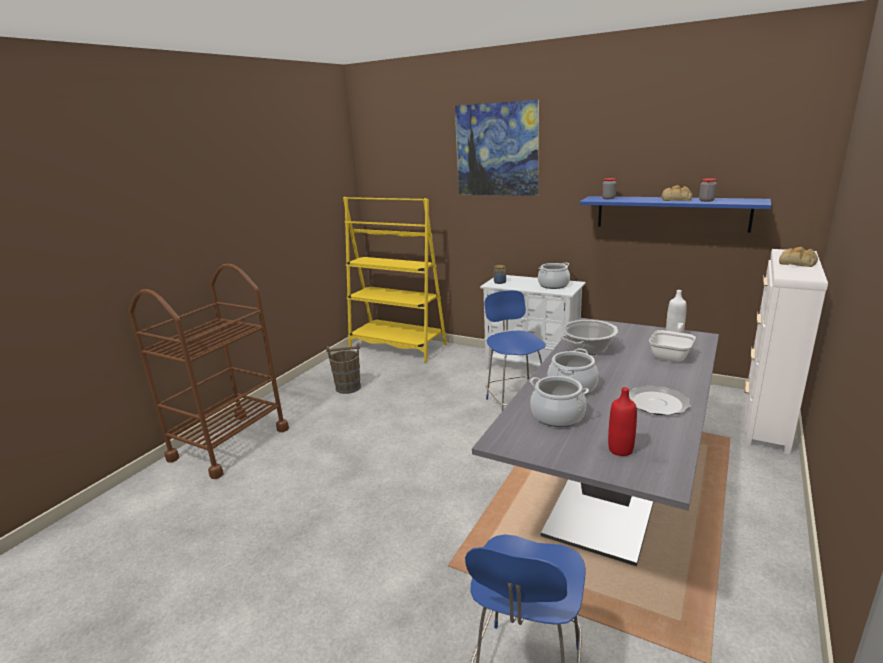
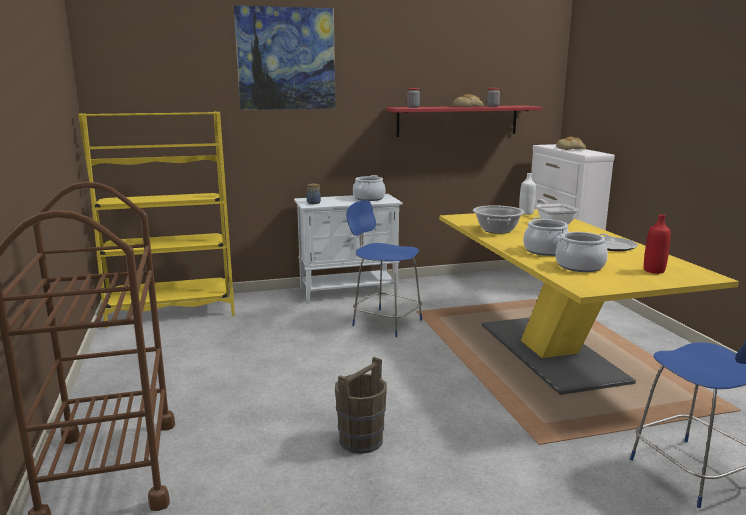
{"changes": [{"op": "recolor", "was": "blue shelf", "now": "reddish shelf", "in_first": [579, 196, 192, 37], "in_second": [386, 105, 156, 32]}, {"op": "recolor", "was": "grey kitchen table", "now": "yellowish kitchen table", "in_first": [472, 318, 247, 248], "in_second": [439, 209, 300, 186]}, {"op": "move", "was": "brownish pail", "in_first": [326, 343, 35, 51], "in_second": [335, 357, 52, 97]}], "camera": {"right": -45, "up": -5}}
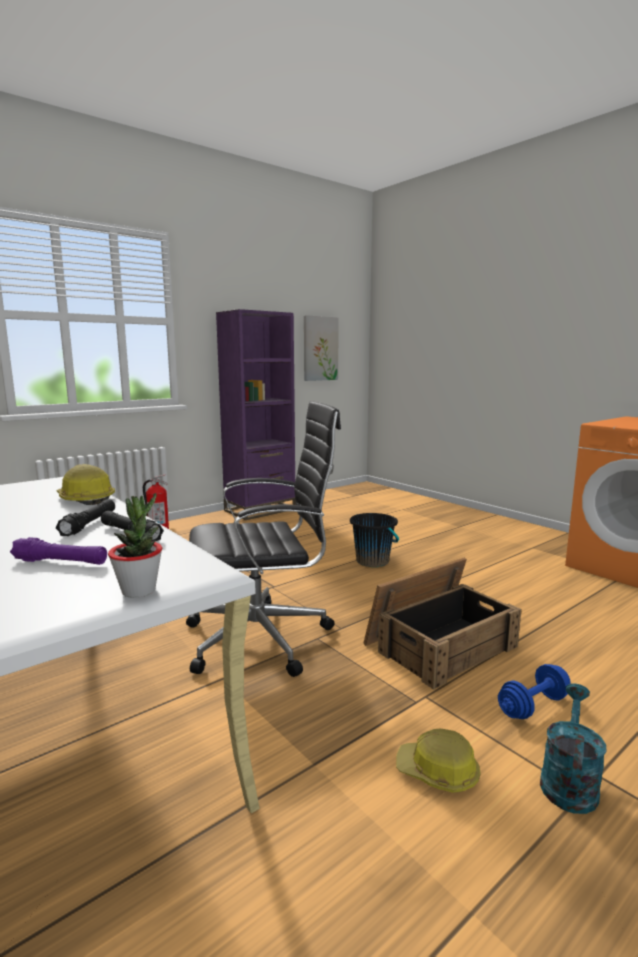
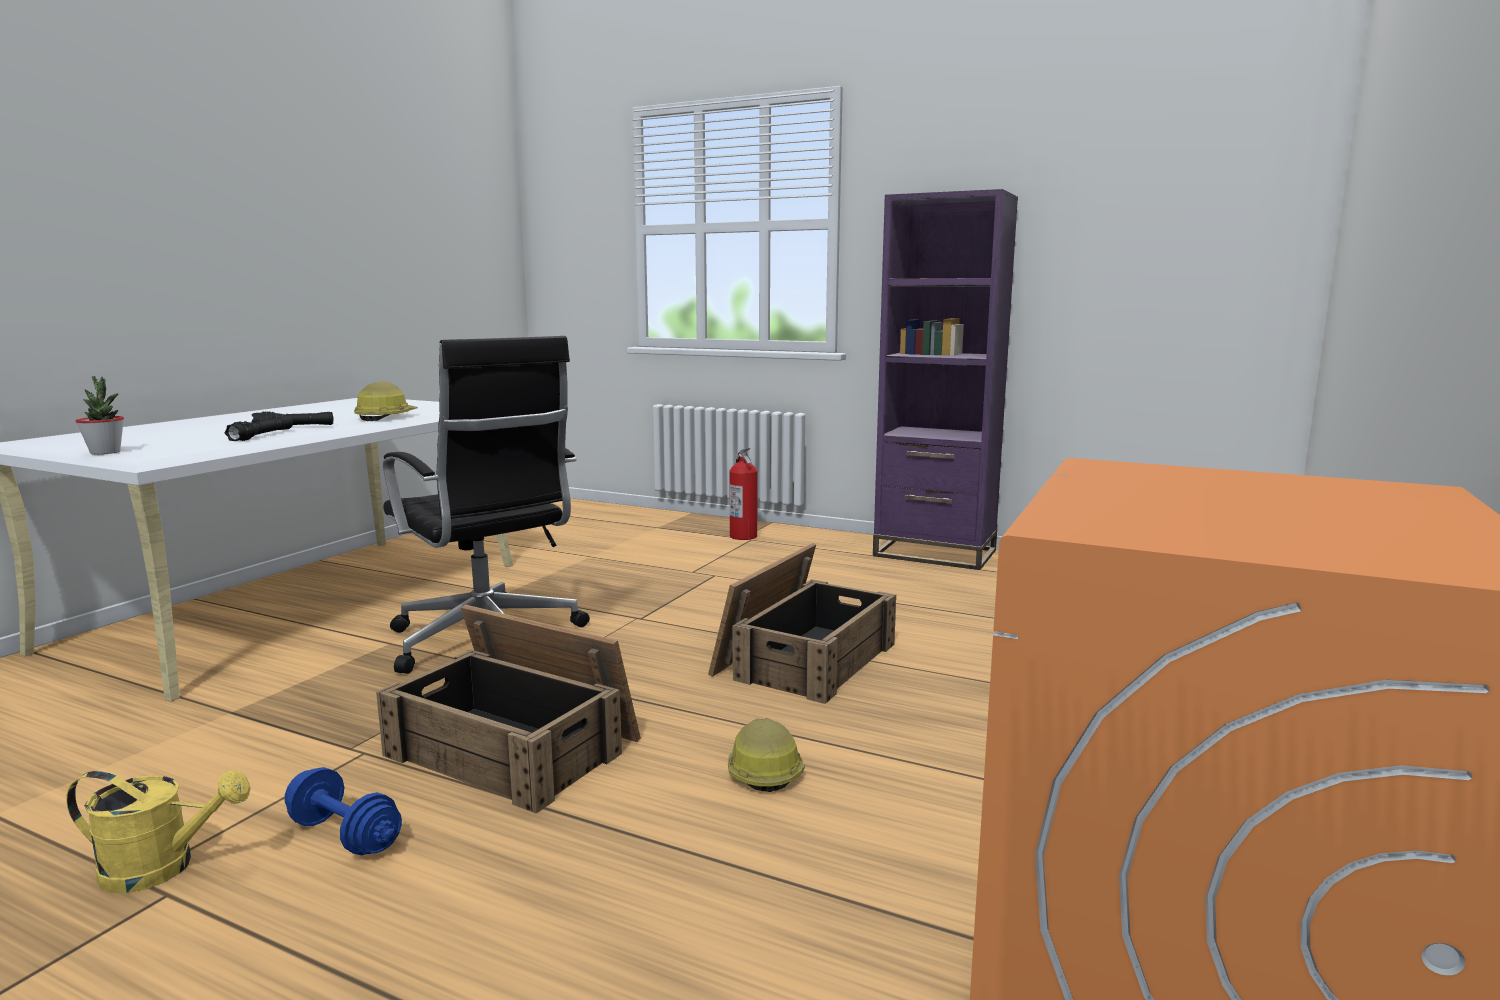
{"changes": [{"op": "delete", "was": "wall picture", "in_first": [304, 315, 35, 66]}, {"op": "replace", "was": "blackish pail", "now": "packing crate", "in_first": [350, 513, 49, 54], "in_second": [708, 543, 188, 161]}, {"op": "delete", "was": "purple hand torch", "in_first": [10, 537, 97, 28]}, {"op": "recolor", "was": "turquoise sprinkling can", "now": "yellowish sprinkling can", "in_first": [540, 683, 67, 131], "in_second": [66, 769, 185, 124]}, {"op": "move", "was": "safety helmet", "in_first": [396, 729, 85, 64], "in_second": [728, 718, 77, 74]}], "camera": {"right": 65, "up": 0}}
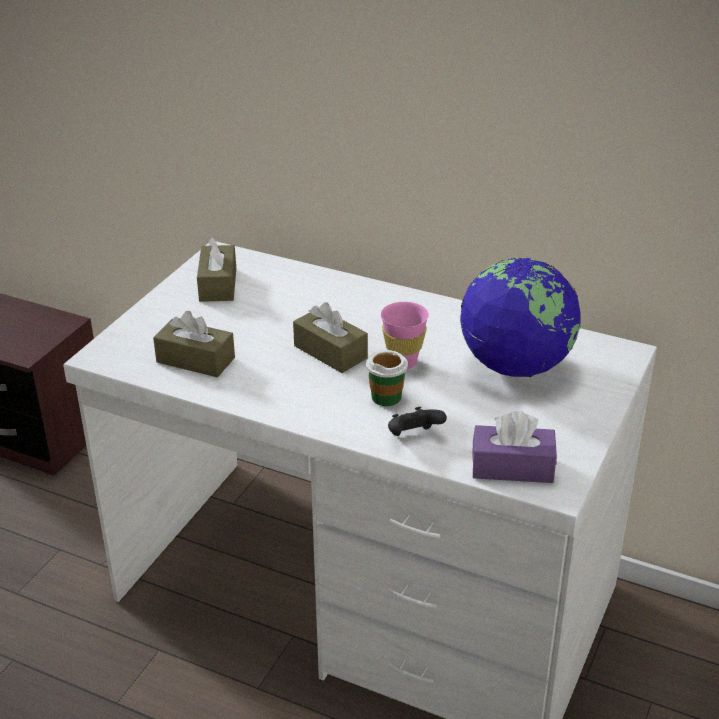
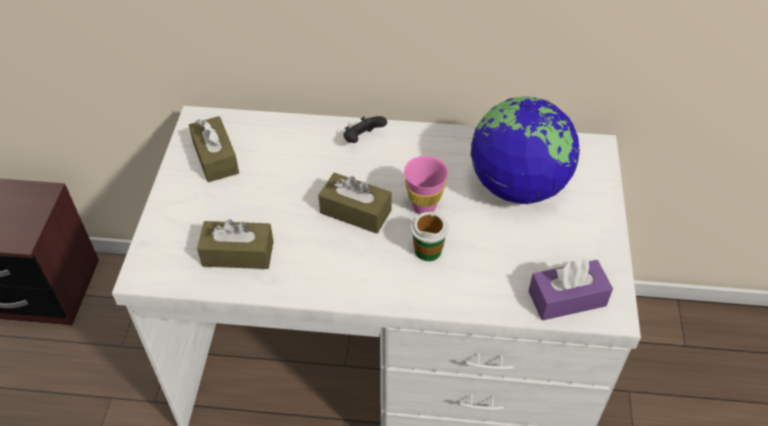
{"changes": [{"op": "move", "was": "blackish gamepad", "in_first": [388, 407, 59, 29], "in_second": [343, 116, 44, 27]}], "camera": {"right": -20, "up": 15}}
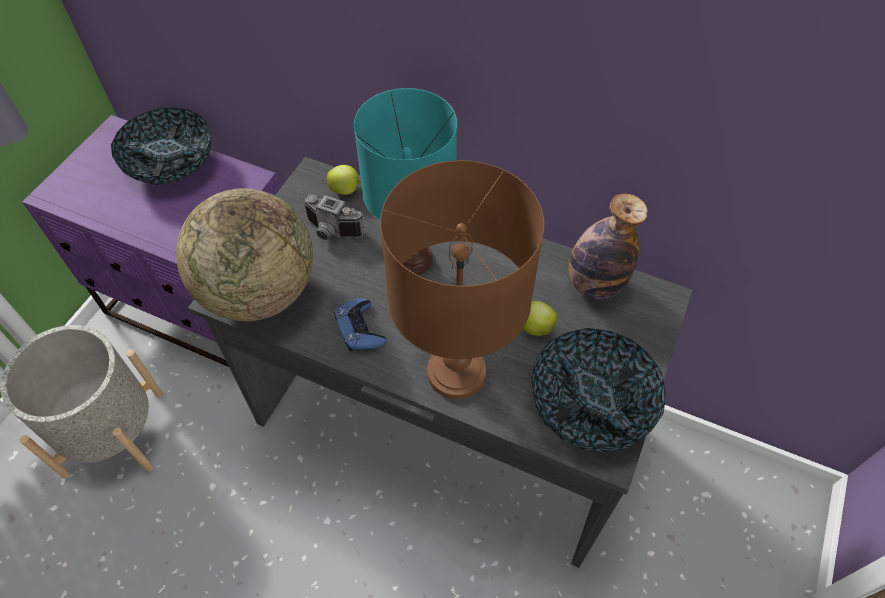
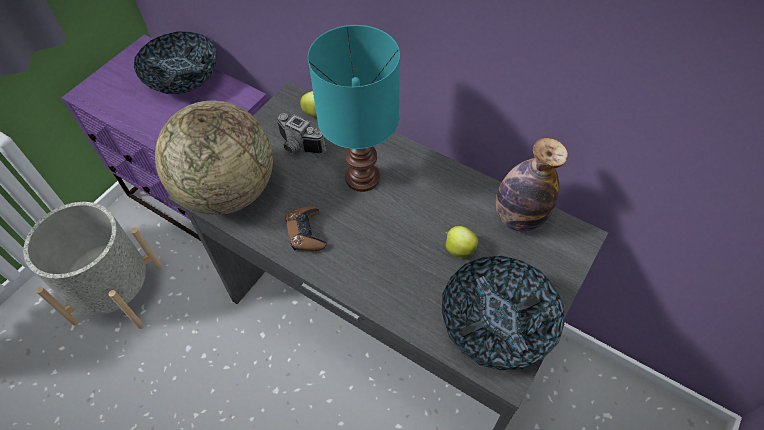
{"changes": [{"op": "delete", "was": "brownish table lamp", "in_first": [380, 160, 164, 239]}, {"op": "recolor", "was": "blue gamepad", "now": "brownish gamepad", "in_first": [334, 298, 53, 53], "in_second": [285, 206, 42, 45]}], "camera": {"right": 10, "up": 0}}
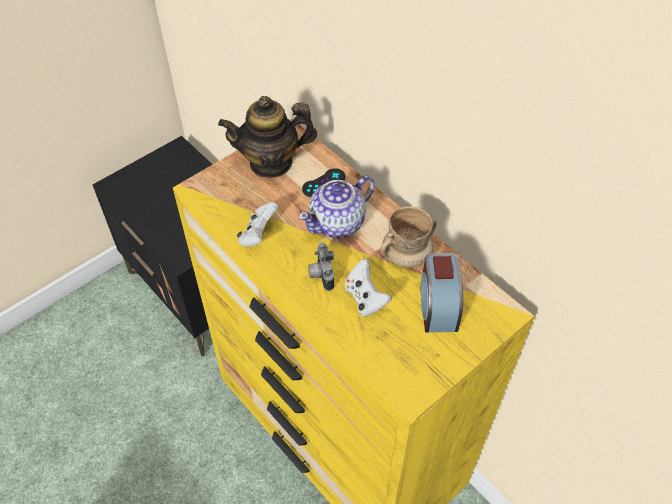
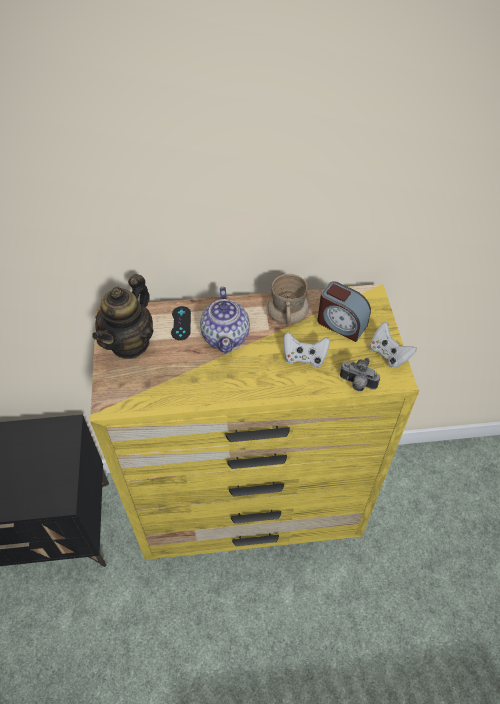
{"changes": [{"op": "move", "was": "white gamepad", "in_first": [237, 202, 41, 45], "in_second": [370, 322, 47, 46]}, {"op": "move", "was": "still camera", "in_first": [308, 242, 26, 49], "in_second": [340, 358, 40, 33]}], "camera": {"right": -55, "up": 0}}
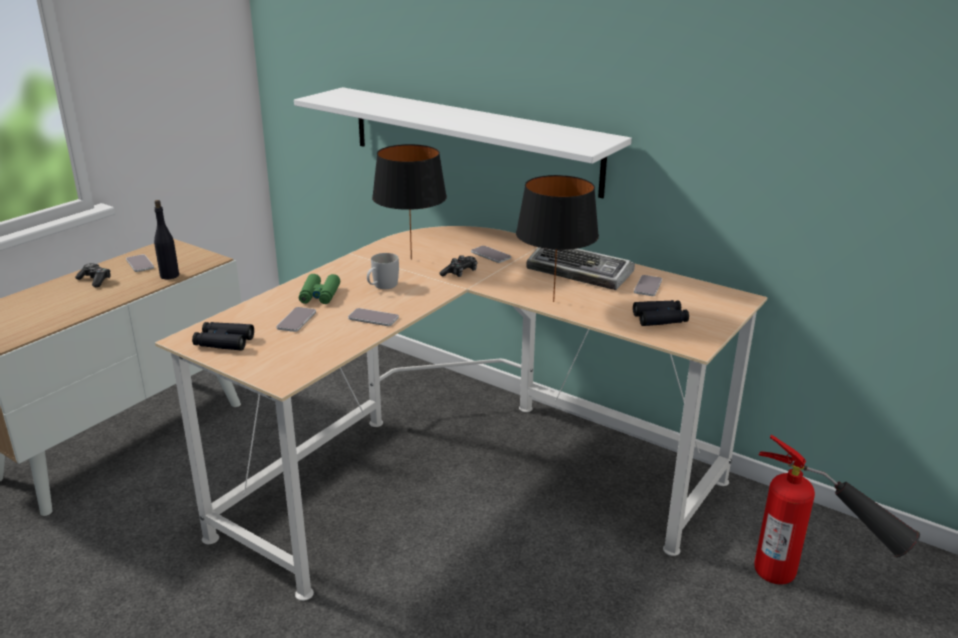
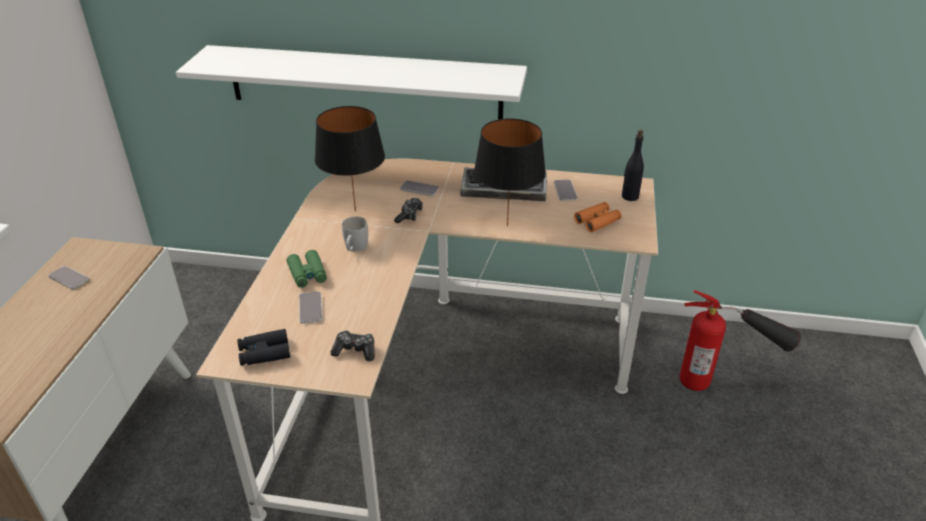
{"changes": [{"op": "move", "was": "blackish bottle", "in_first": [154, 200, 25, 79], "in_second": [622, 130, 22, 71]}, {"op": "move", "was": "gamepad", "in_first": [75, 263, 36, 24], "in_second": [331, 330, 44, 31]}, {"op": "recolor", "was": "blackish binoculars", "now": "orange binoculars", "in_first": [633, 300, 56, 26], "in_second": [574, 202, 47, 30]}, {"op": "delete", "was": "phone", "in_first": [348, 308, 51, 18]}], "camera": {"right": -25, "up": 10}}
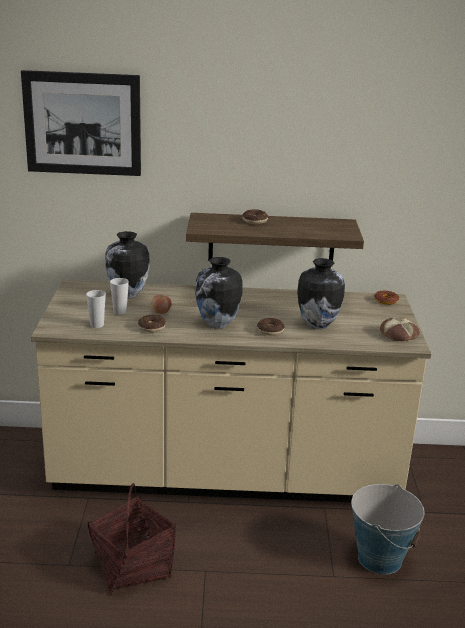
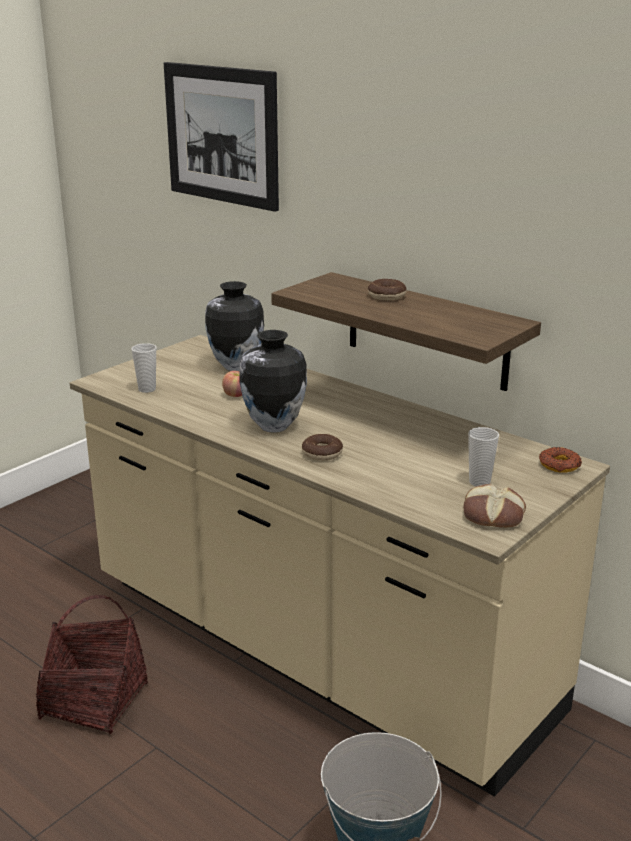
{"changes": [{"op": "delete", "was": "flower vase", "in_first": [297, 258, 48, 71]}, {"op": "move", "was": "small cup", "in_first": [110, 278, 19, 37], "in_second": [468, 427, 31, 59]}, {"op": "delete", "was": "ring doughnut", "in_first": [138, 315, 28, 18]}], "camera": {"right": 40, "up": 0}}
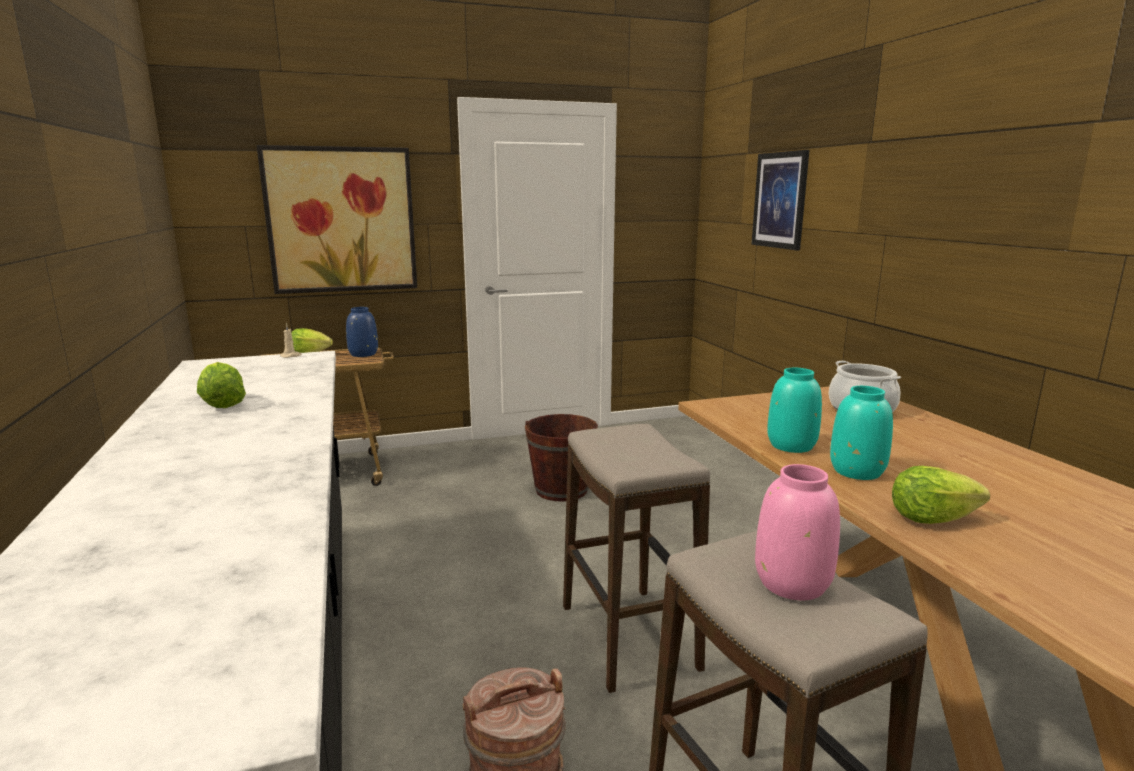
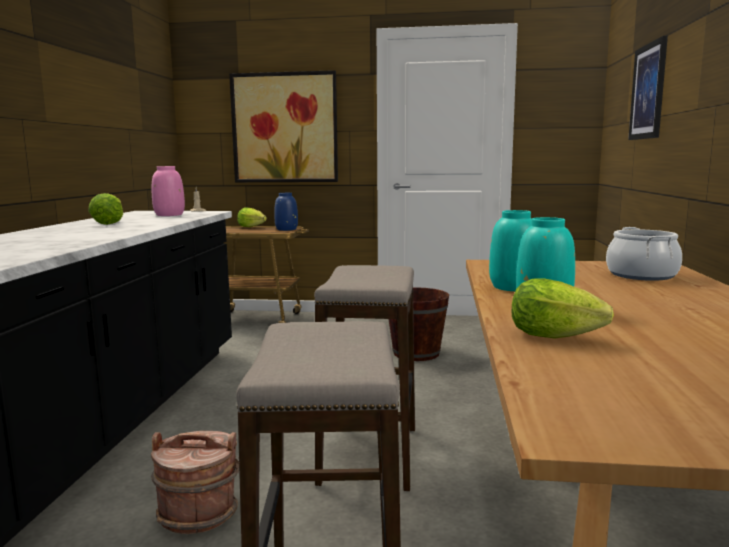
{"changes": [{"op": "move", "was": "pinkish flower vase", "in_first": [755, 464, 85, 136], "in_second": [152, 166, 33, 50]}], "camera": {"right": 25, "up": -5}}
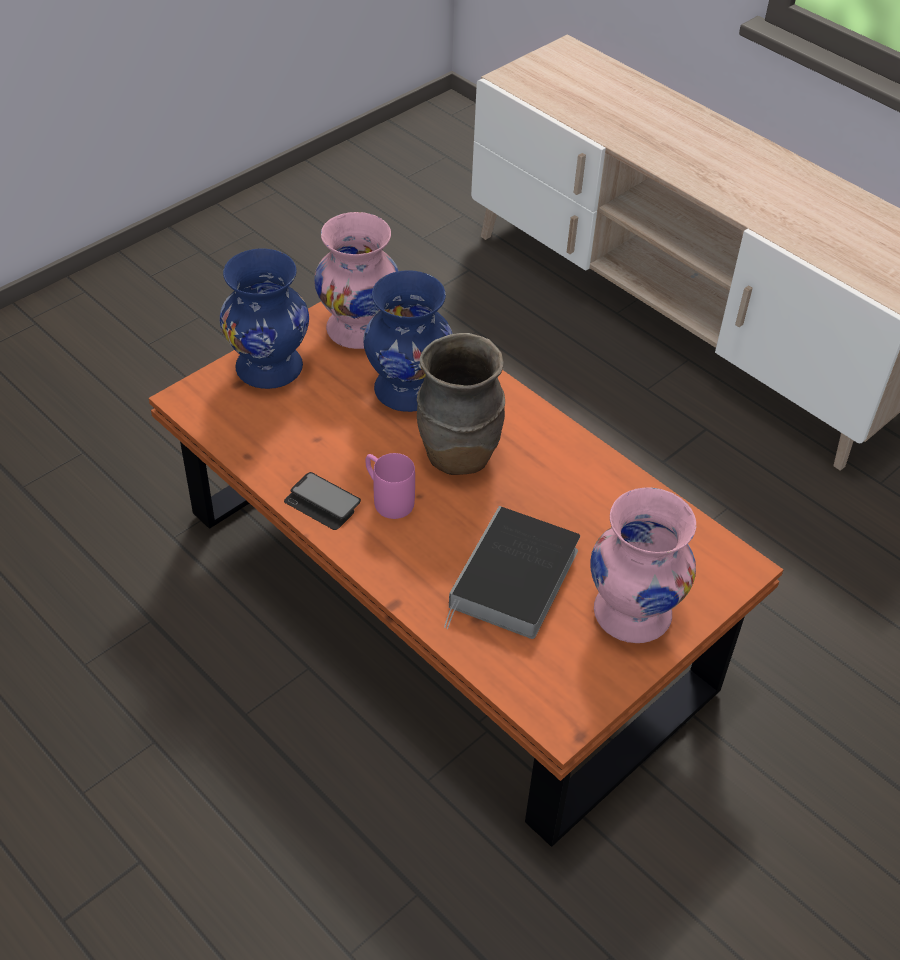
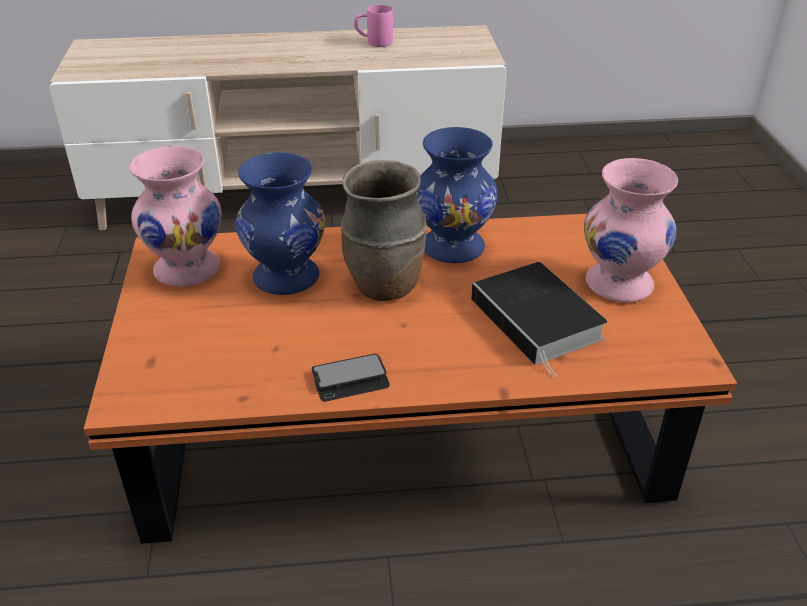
{"changes": [{"op": "move", "was": "blue flower vase", "in_first": [220, 248, 89, 141], "in_second": [416, 127, 82, 136]}, {"op": "move", "was": "pinkish coffee mug", "in_first": [365, 453, 50, 66], "in_second": [354, 5, 39, 42]}], "camera": {"right": -50, "up": -10}}
